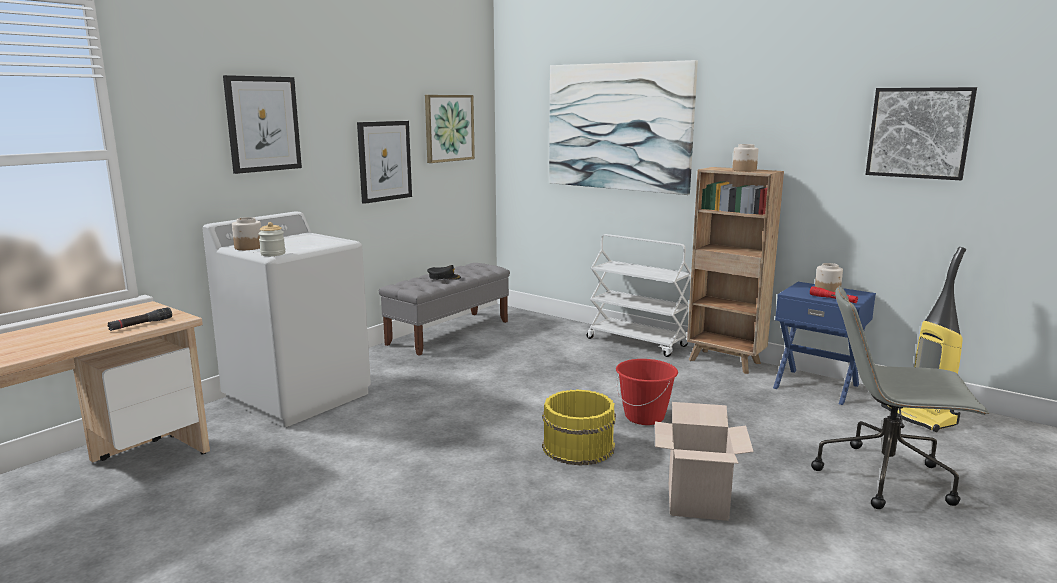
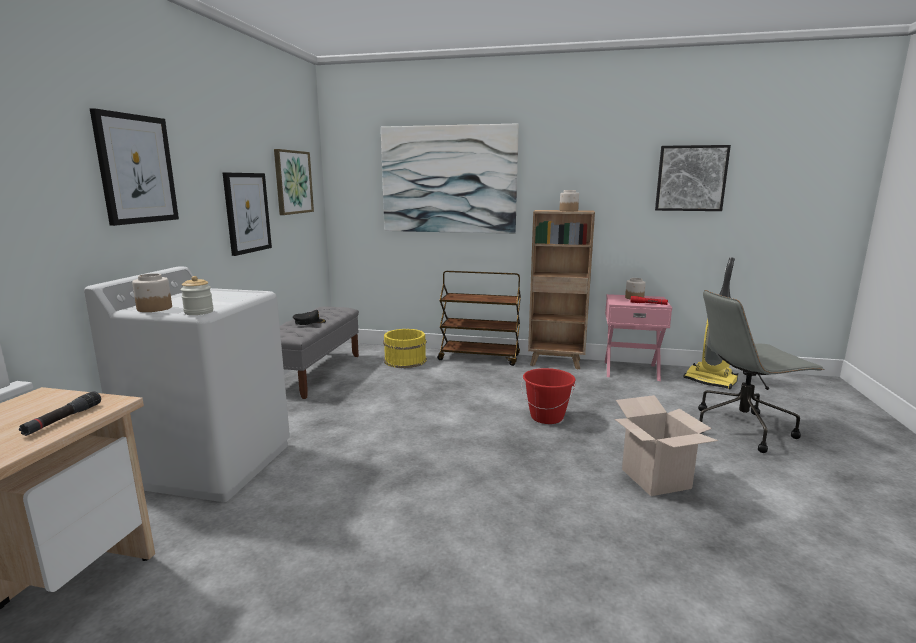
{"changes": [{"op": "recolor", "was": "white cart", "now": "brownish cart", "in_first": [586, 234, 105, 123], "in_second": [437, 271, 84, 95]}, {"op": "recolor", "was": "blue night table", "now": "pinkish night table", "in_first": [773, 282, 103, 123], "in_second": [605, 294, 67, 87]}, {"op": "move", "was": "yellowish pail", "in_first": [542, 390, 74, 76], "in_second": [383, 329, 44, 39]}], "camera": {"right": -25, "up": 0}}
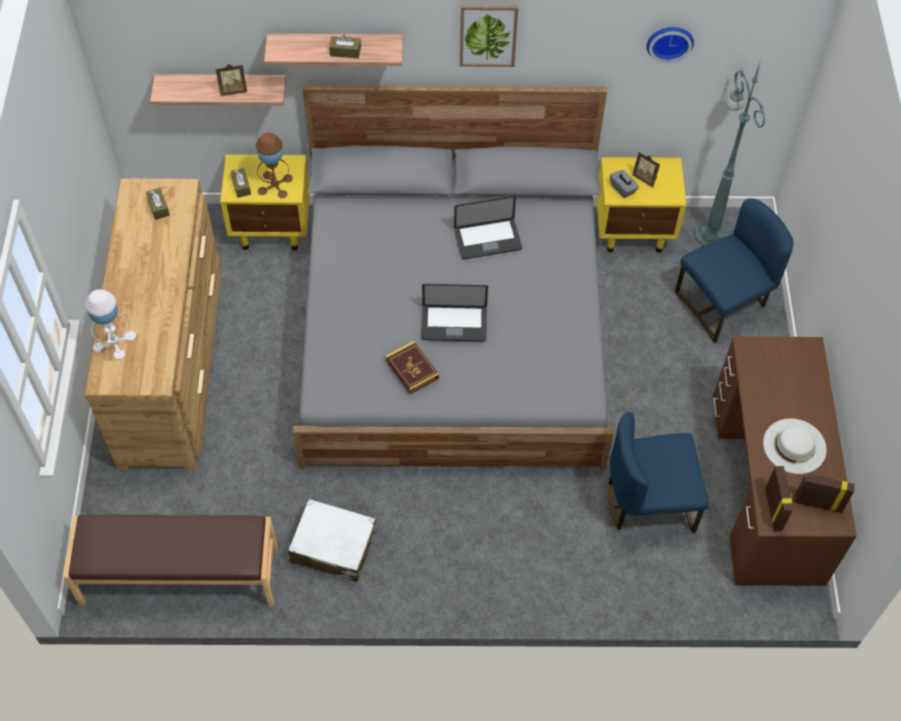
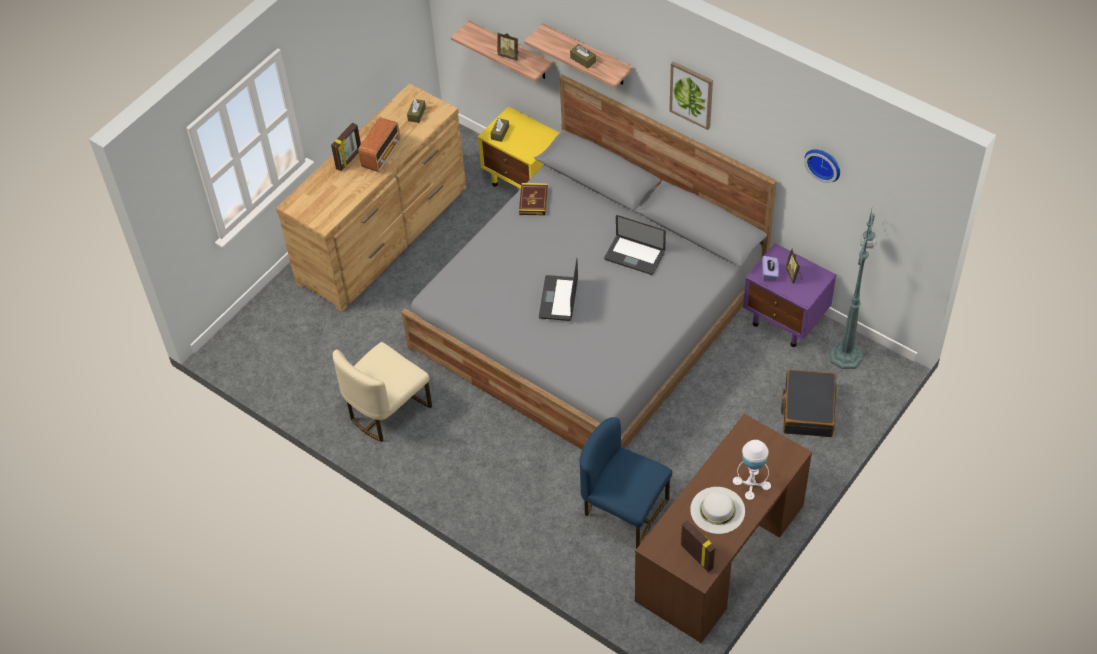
{"changes": [{"op": "delete", "was": "brownish table lamp", "in_first": [256, 132, 37, 66]}, {"op": "recolor", "was": "yellowish night table", "now": "purple night table", "in_first": [597, 157, 89, 96], "in_second": [743, 243, 93, 104]}, {"op": "recolor", "was": "grey tissue box", "now": "purple tissue box", "in_first": [610, 170, 29, 28], "in_second": [762, 256, 17, 25]}, {"op": "replace", "was": "blue upright chair", "now": "blackish travel case", "in_first": [675, 198, 118, 145], "in_second": [781, 369, 56, 68]}, {"op": "rotate", "was": "portable computer", "in_first": [421, 284, 67, 57], "in_second": [539, 258, 39, 63], "clockwise": 60}, {"op": "move", "was": "white table lamp", "in_first": [85, 289, 51, 71], "in_second": [733, 440, 38, 60]}, {"op": "move", "was": "volume", "in_first": [385, 341, 54, 53], "in_second": [519, 183, 29, 33]}, {"op": "move", "was": "photo frame", "in_first": [765, 466, 29, 65], "in_second": [331, 123, 30, 48]}, {"op": "replace", "was": "white travel case", "now": "beige upright chair", "in_first": [288, 499, 88, 83], "in_second": [333, 342, 99, 100]}, {"op": "delete", "was": "brownish long seat", "in_first": [63, 515, 215, 92]}, {"op": "insert", "now": "radio set", "in_second": [358, 117, 42, 55]}], "camera": {"right": 40, "up": -5}}
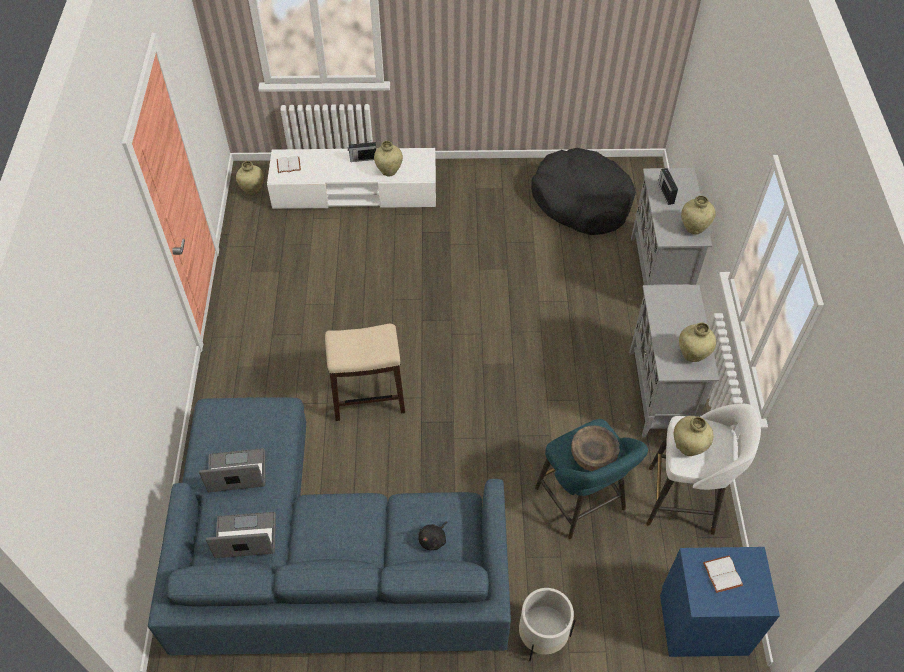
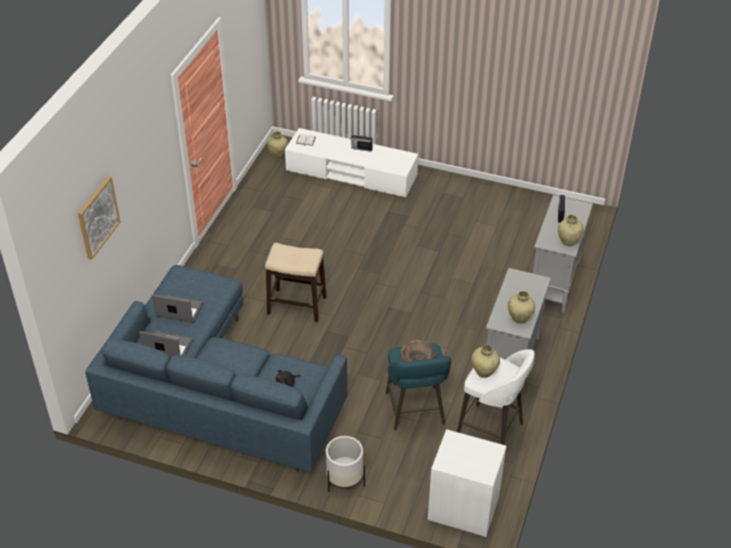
{"changes": [{"op": "delete", "was": "beige flower vase", "in_first": [374, 141, 29, 35]}, {"op": "delete", "was": "blackish dog bed", "in_first": [531, 148, 105, 87]}, {"op": "recolor", "was": "blue night table", "now": "white night table", "in_first": [660, 547, 120, 110], "in_second": [428, 429, 78, 108]}, {"op": "delete", "was": "white volume", "in_first": [703, 556, 40, 37]}, {"op": "insert", "now": "wall picture", "in_second": [78, 176, 42, 84]}], "camera": {"right": 20, "up": -10}}
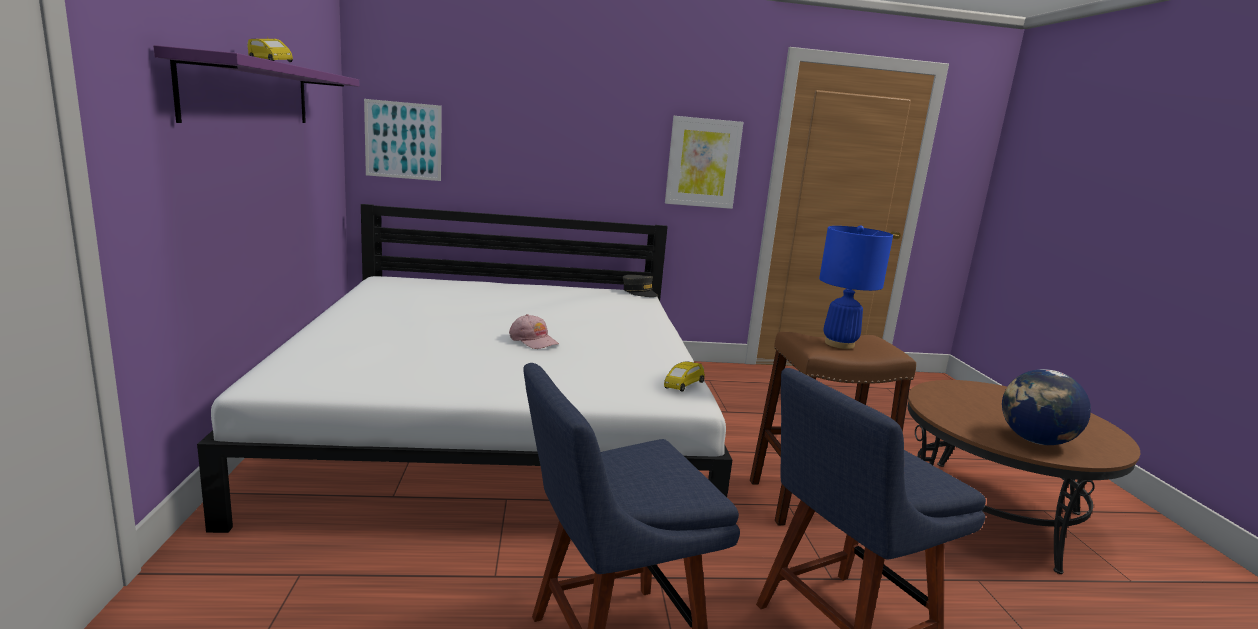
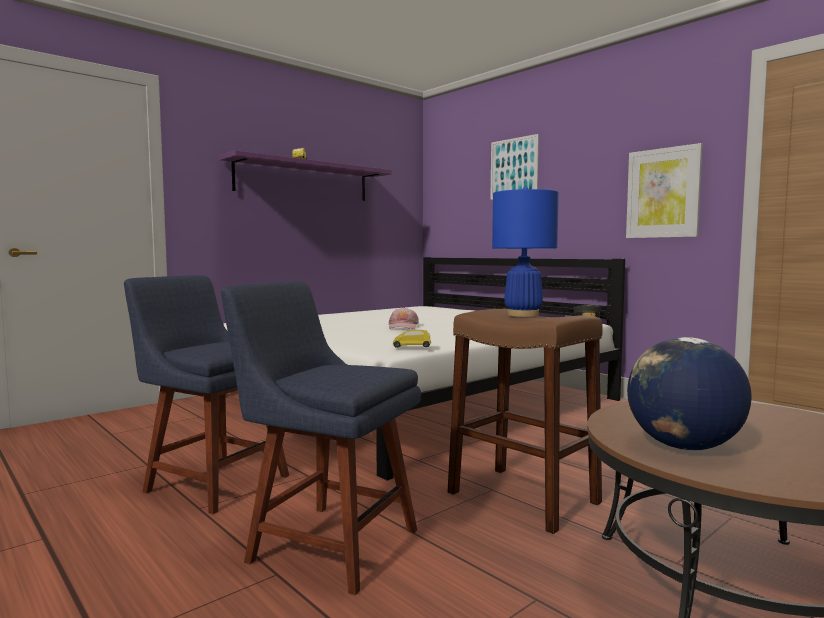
{"changes": [{"op": "move", "was": "wall picture", "in_first": [364, 99, 78, 82], "in_second": [490, 134, 49, 66]}], "camera": {"right": 55, "up": -10}}
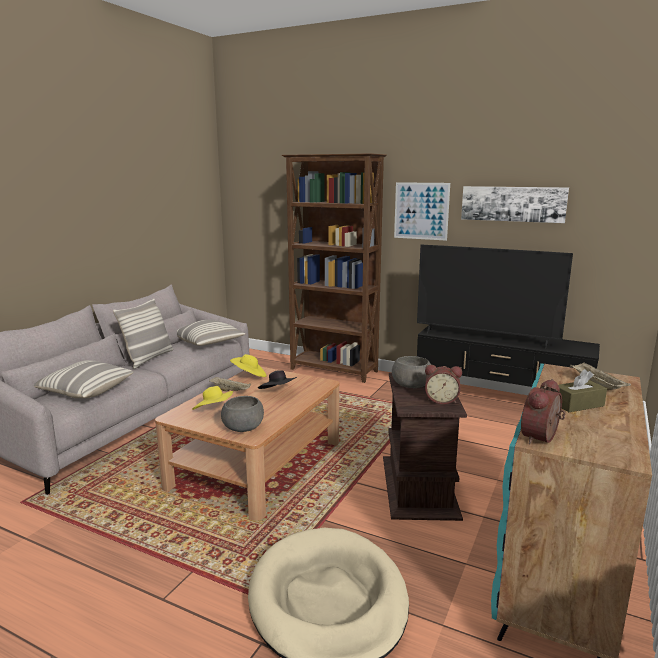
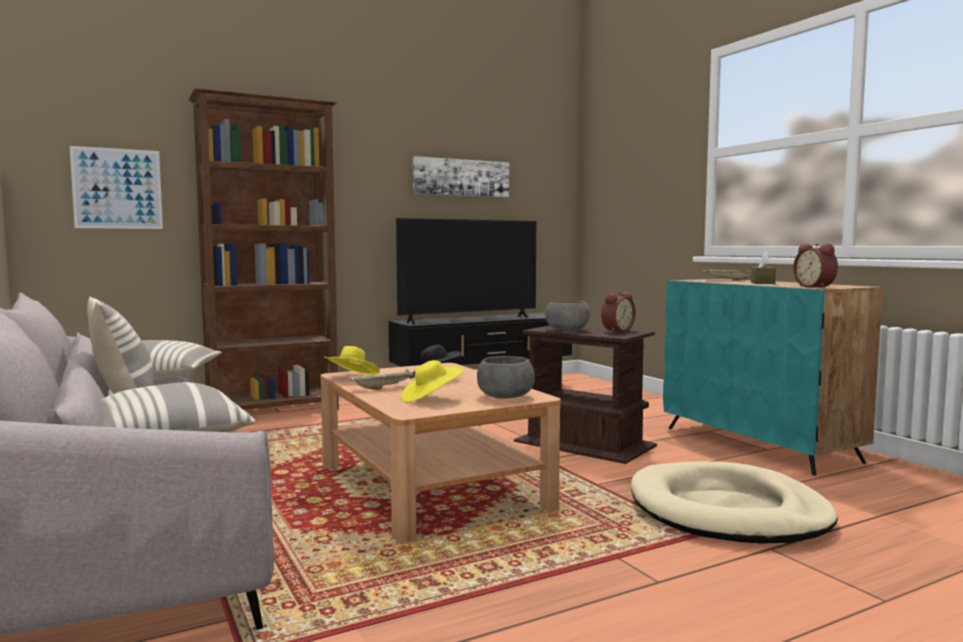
{"changes": [{"op": "move", "was": "wall picture", "in_first": [394, 182, 56, 59], "in_second": [70, 146, 93, 83]}], "camera": {"right": -55, "up": -10}}
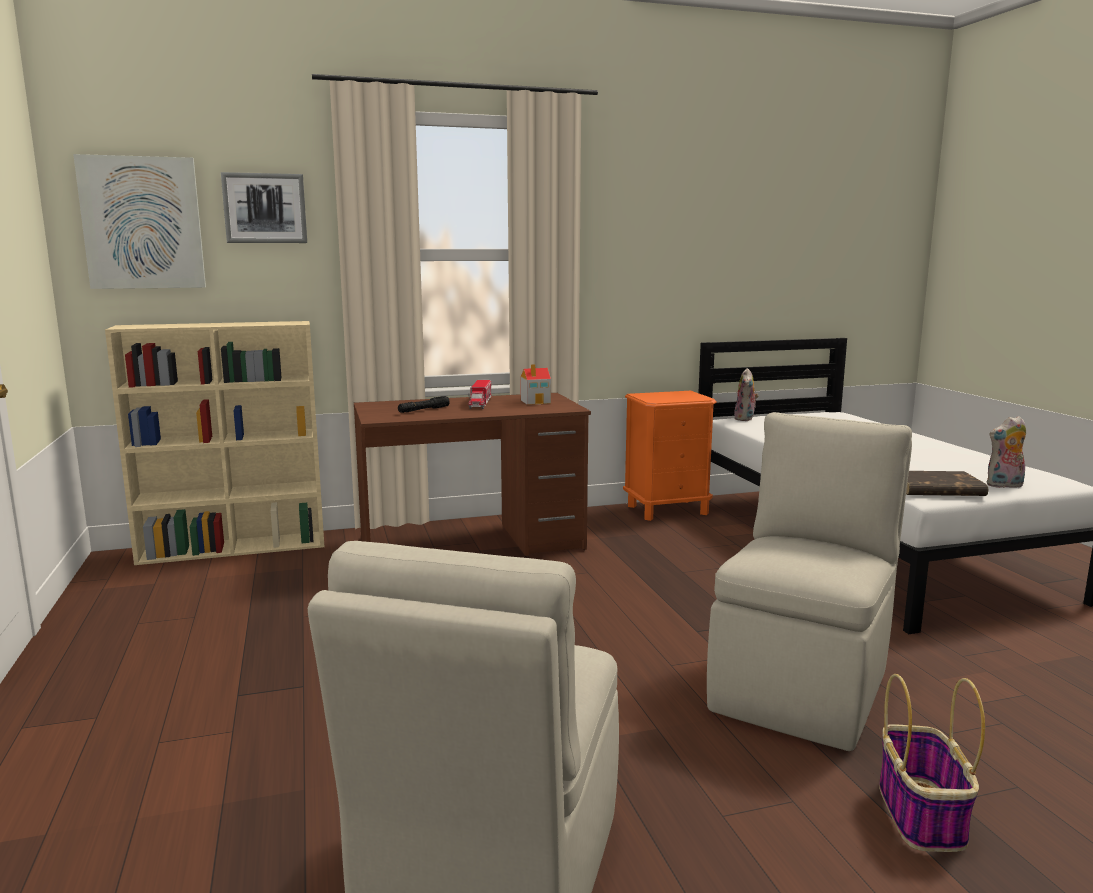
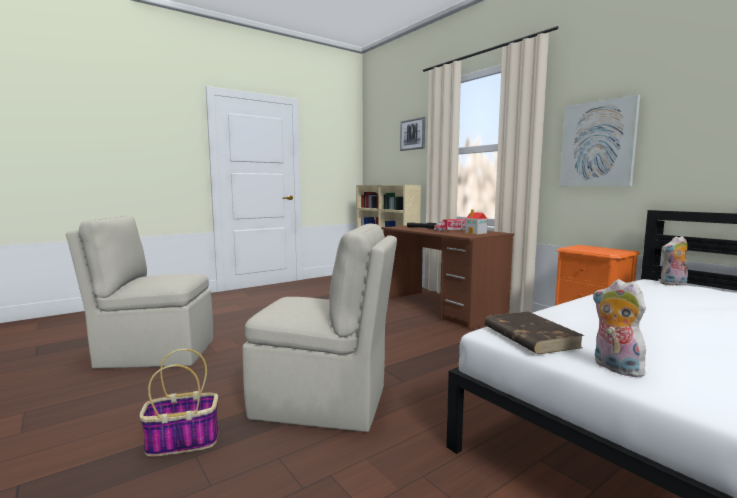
{"changes": [{"op": "move", "was": "wall picture", "in_first": [73, 154, 133, 135], "in_second": [560, 95, 80, 91]}], "camera": {"right": 70, "up": -5}}
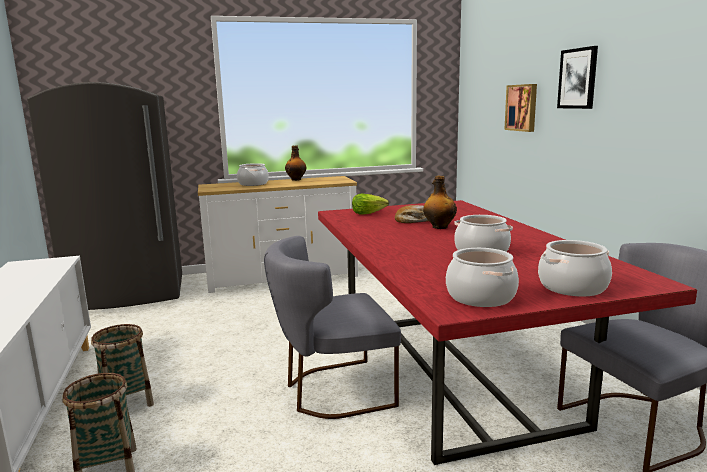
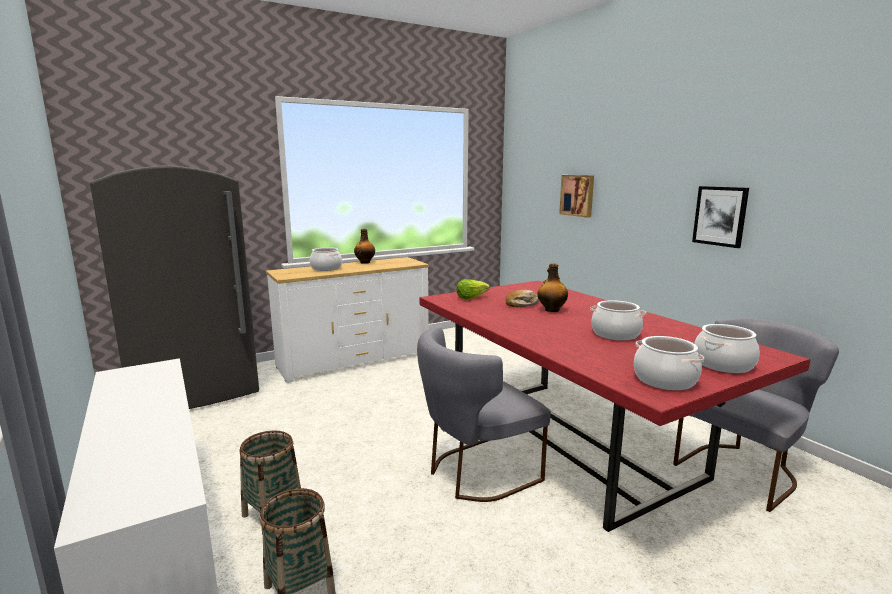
{"changes": [{"op": "move", "was": "wall picture", "in_first": [557, 46, 41, 63], "in_second": [692, 186, 57, 62]}], "camera": {"right": -15, "up": 0}}
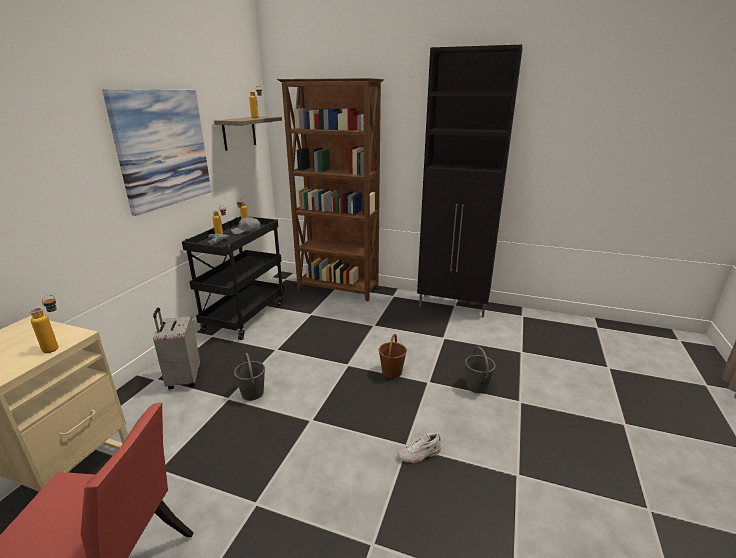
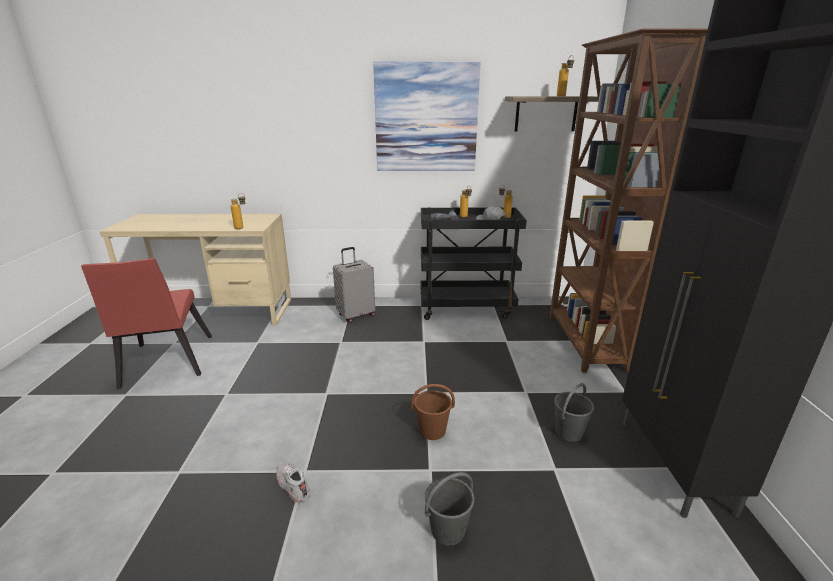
{"changes": [{"op": "move", "was": "grey pail", "in_first": [234, 353, 31, 48], "in_second": [554, 383, 40, 59]}], "camera": {"right": 70, "up": 0}}
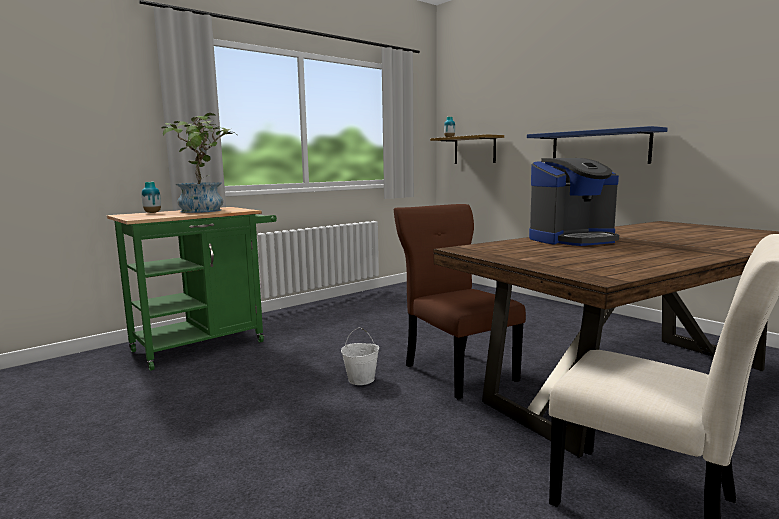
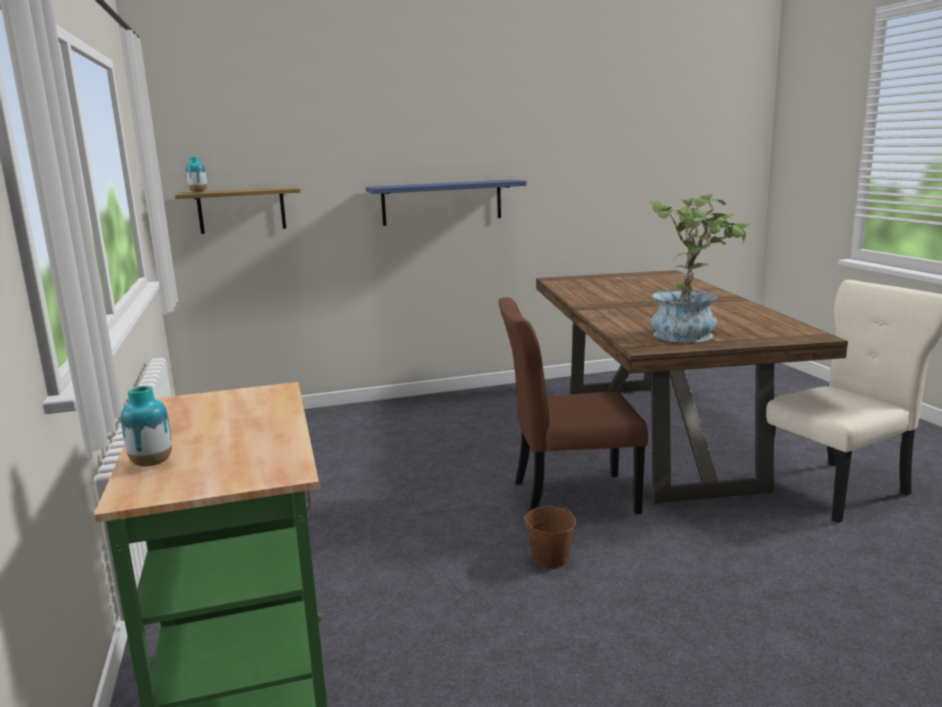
{"changes": [{"op": "move", "was": "plant in a pot", "in_first": [161, 113, 75, 100], "in_second": [646, 194, 105, 149]}, {"op": "delete", "was": "coffee machine", "in_first": [529, 158, 90, 88]}, {"op": "recolor", "was": "white pail", "now": "brownish pail", "in_first": [341, 327, 38, 58], "in_second": [524, 490, 52, 79]}], "camera": {"right": -65, "up": 5}}
